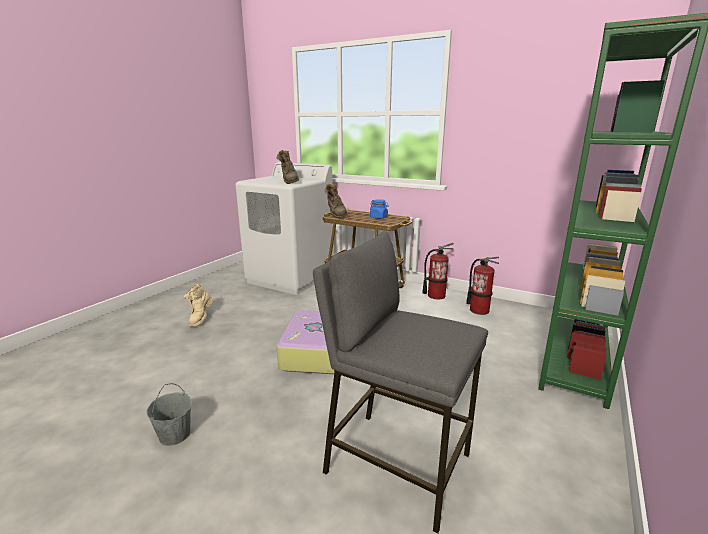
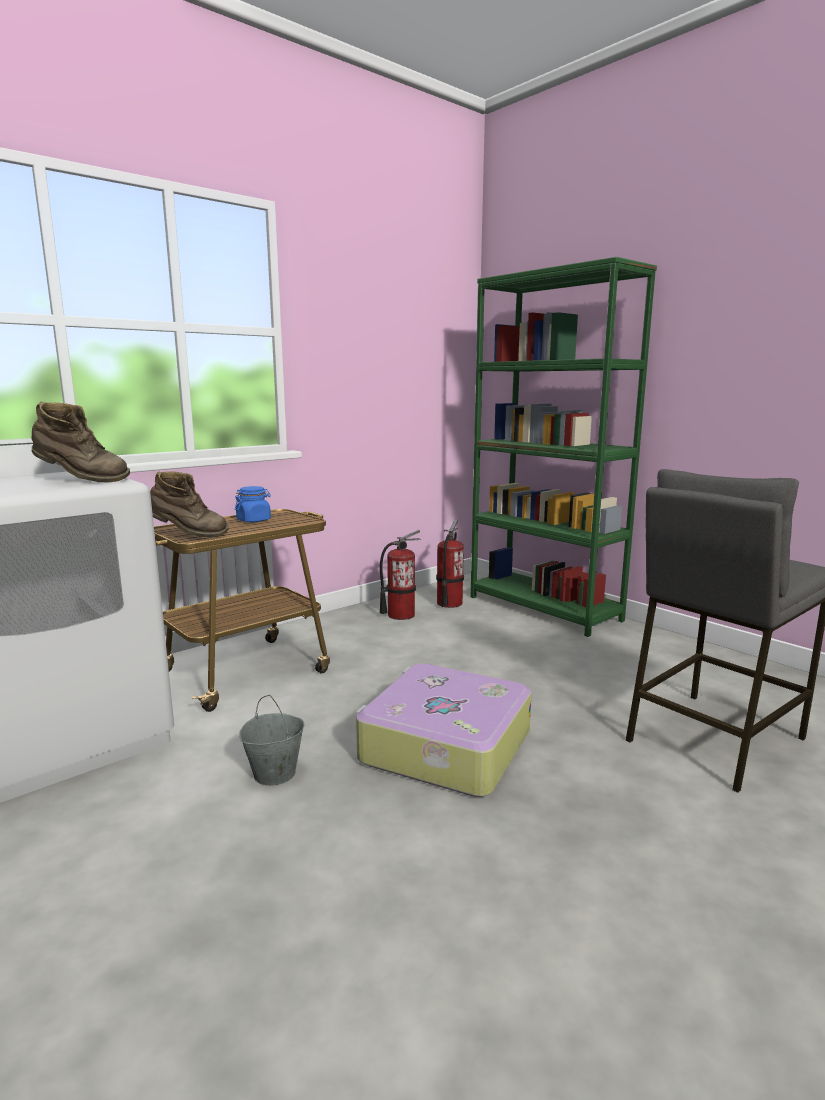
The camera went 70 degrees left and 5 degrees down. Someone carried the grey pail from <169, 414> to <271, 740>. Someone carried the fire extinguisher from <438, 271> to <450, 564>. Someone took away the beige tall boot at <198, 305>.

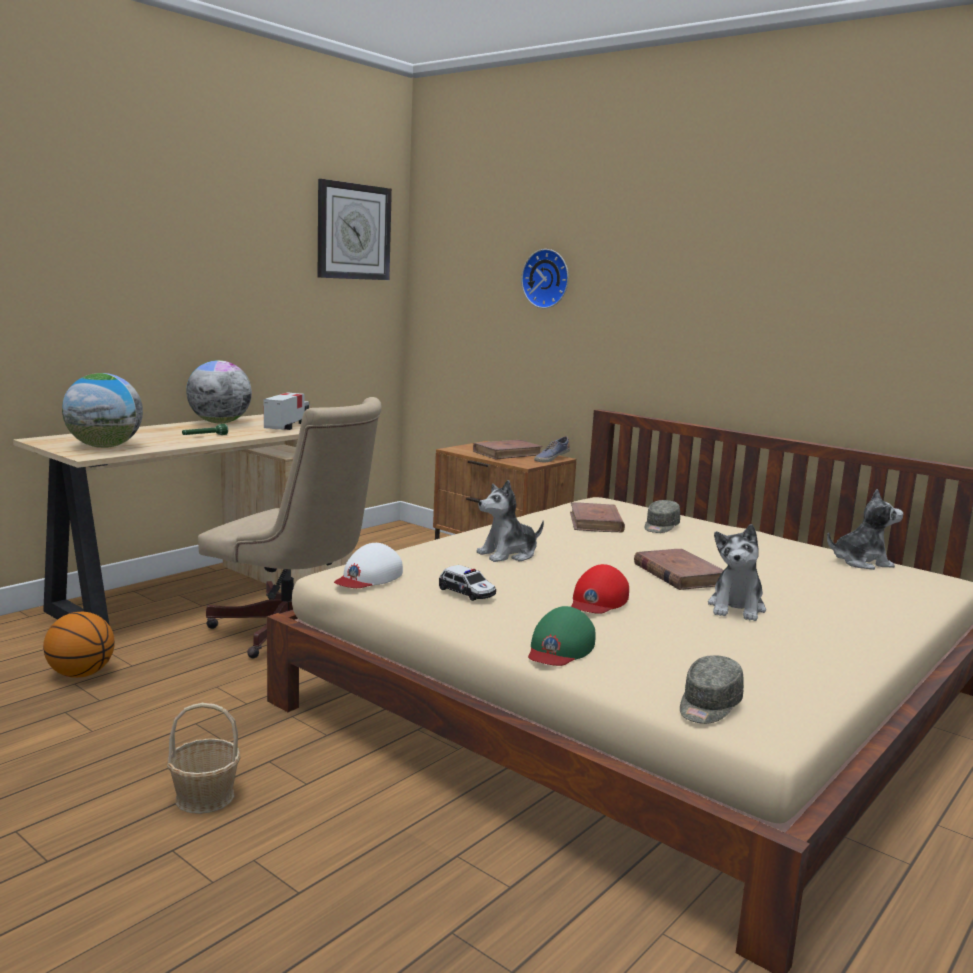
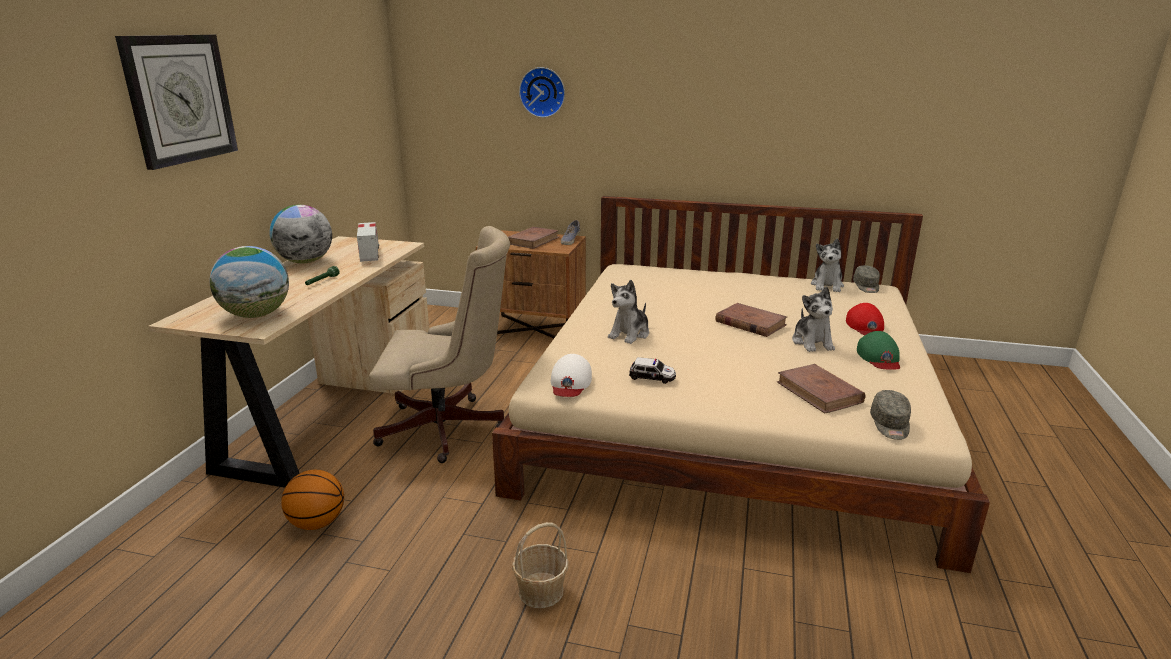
The camera went 25 degrees left and 10 degrees up. Someone carried the wall clock from <355, 229> to <176, 102>. Someone carried the brownish volume from <597, 517> to <821, 388>. Someone rotated the plush toy at <865, 529> by 135 degrees clockwise. Someone carried the red baseball cap from <600, 589> to <865, 319>. Someone carried the grey baseball cap from <662, 516> to <866, 279>. Someone carried the green-coloured baseball cap from <562, 636> to <878, 350>.

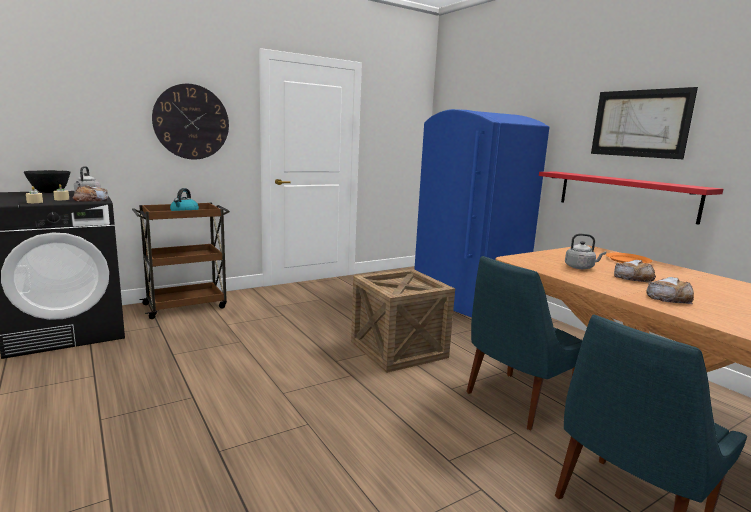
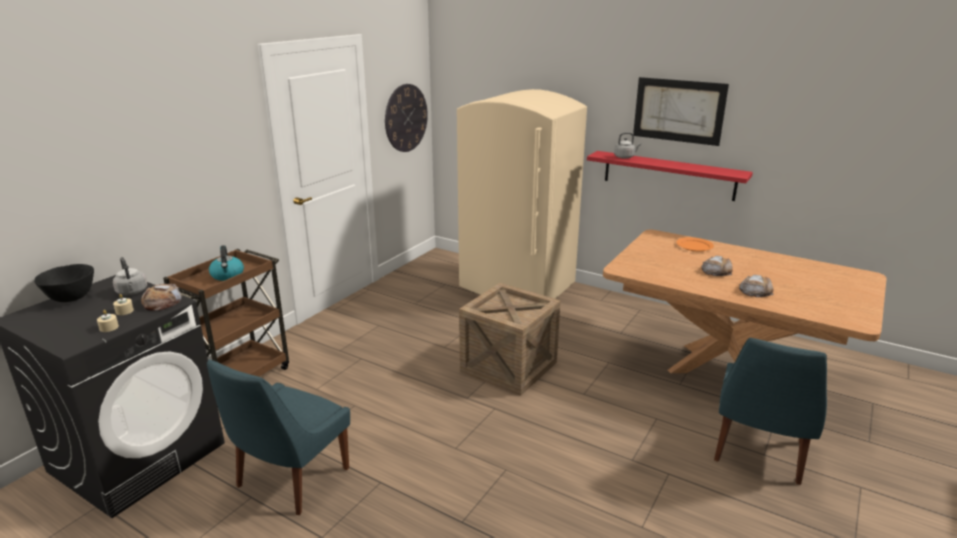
The camera went 25 degrees left and 10 degrees up. Someone carried the blue upright chair from <524, 343> to <278, 437>. Someone carried the wall clock from <190, 121> to <406, 118>. Someone repainted the blue refrigerator at <481, 213>, which became the beige refrigerator at <522, 194>. Someone carried the grey water kettle from <585, 251> to <627, 145>.

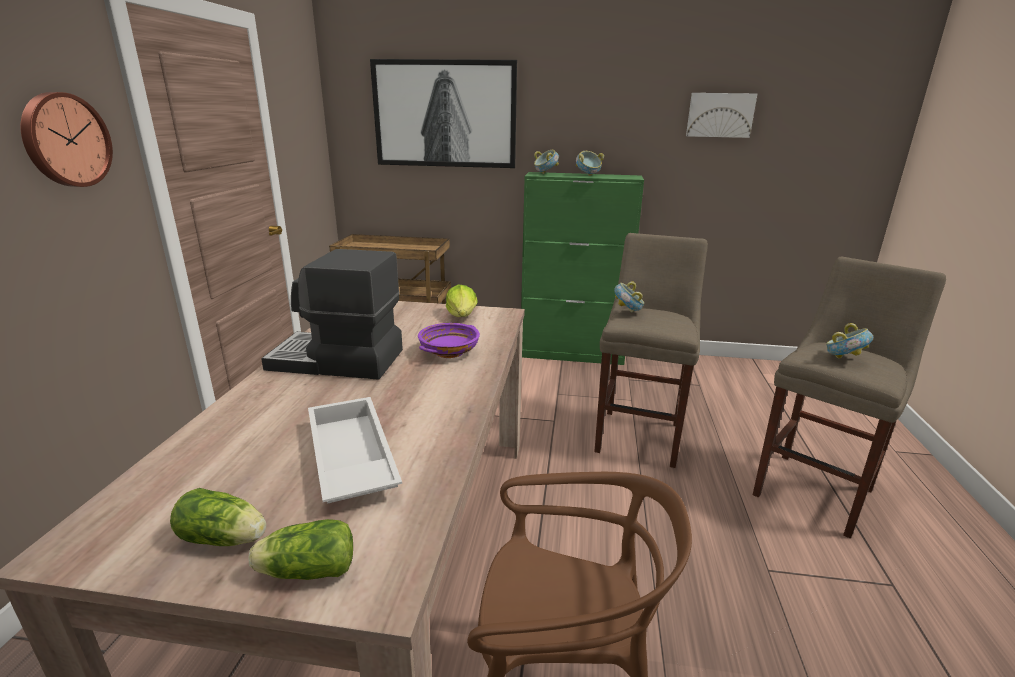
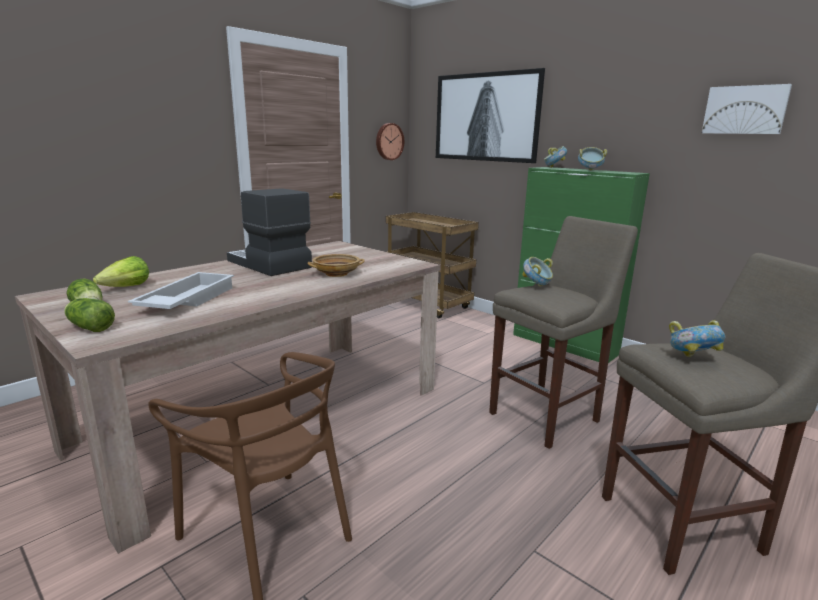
The camera went 35 degrees right and 5 degrees down. Someone carried the lettuce head from <462, 300> to <121, 271>. Someone repainted the purplish serving bowl at <449, 340>, which became the beige serving bowl at <336, 265>. Someone carried the wall clock from <66, 139> to <390, 141>.

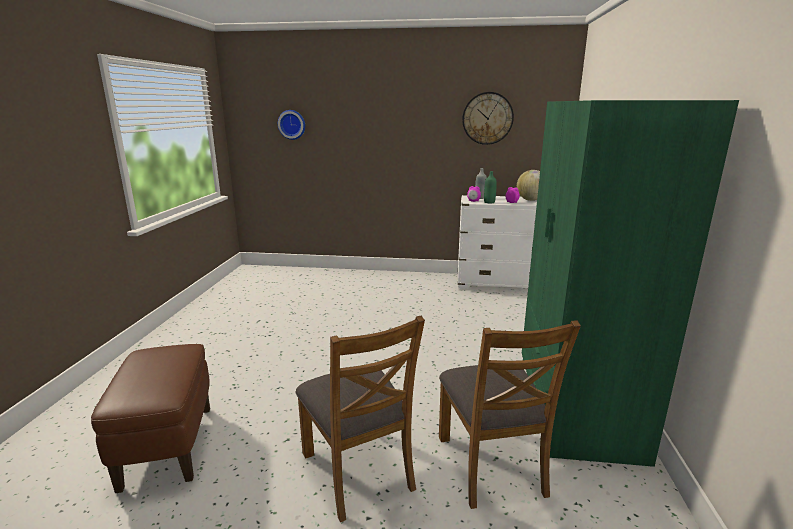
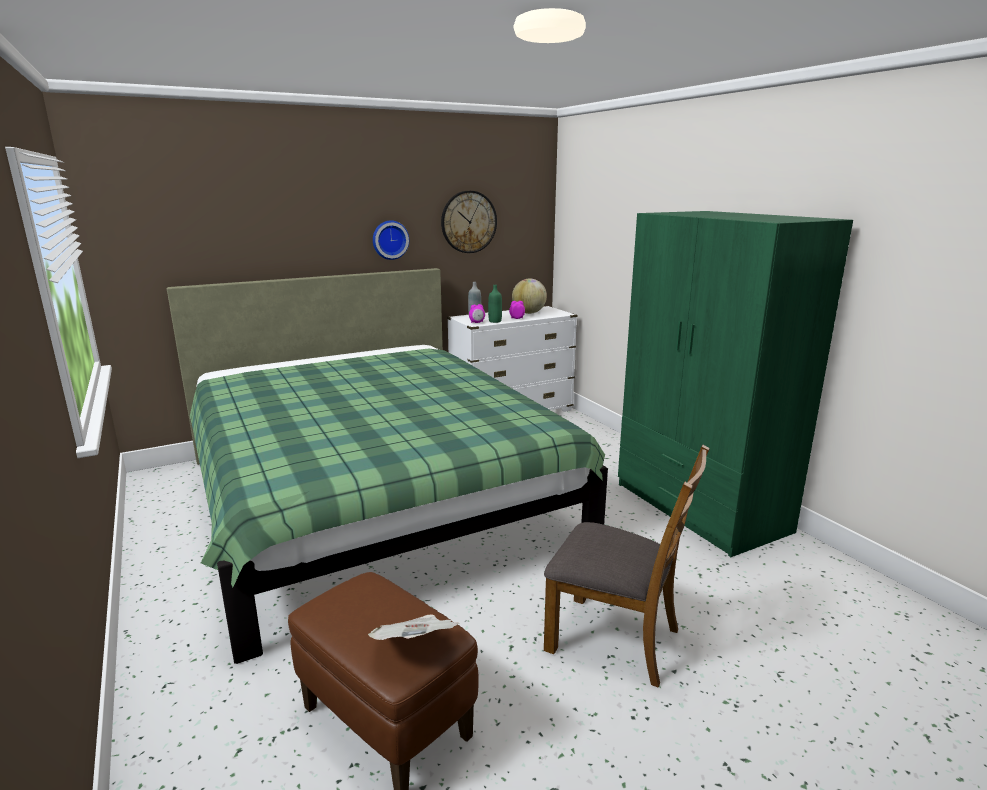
The camera went 35 degrees left and 0 degrees up. Someone put down the green-coloured bedroom bed at <387, 466>. Someone put down the newspaper at <413, 627>. Someone carried the wall clock from <291, 125> to <391, 240>. Someone took away the brownish upright chair at <510, 414>.

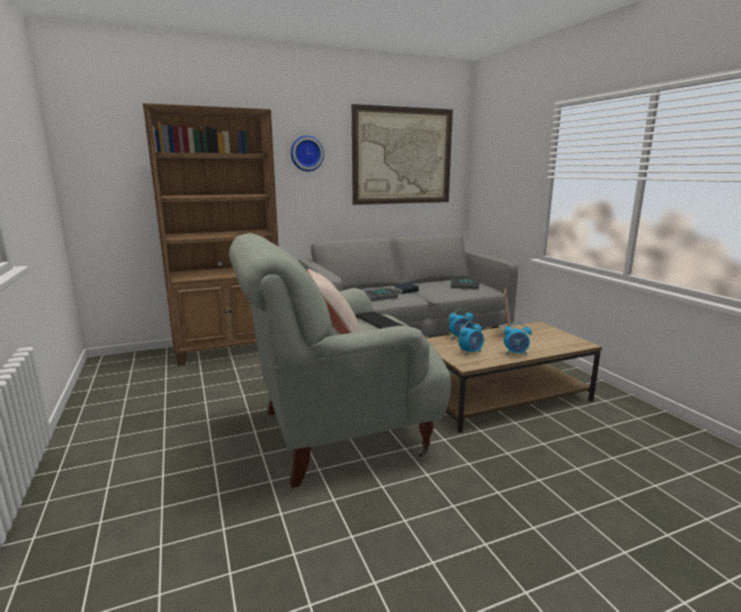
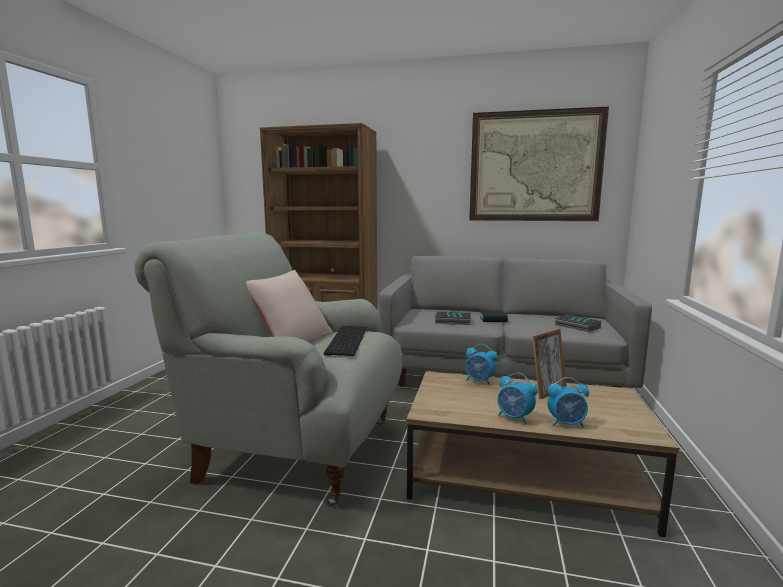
The camera went 35 degrees right and 5 degrees down. Someone carried the table clock from <471, 338> to <568, 402>. Someone took away the wall clock at <307, 154>.

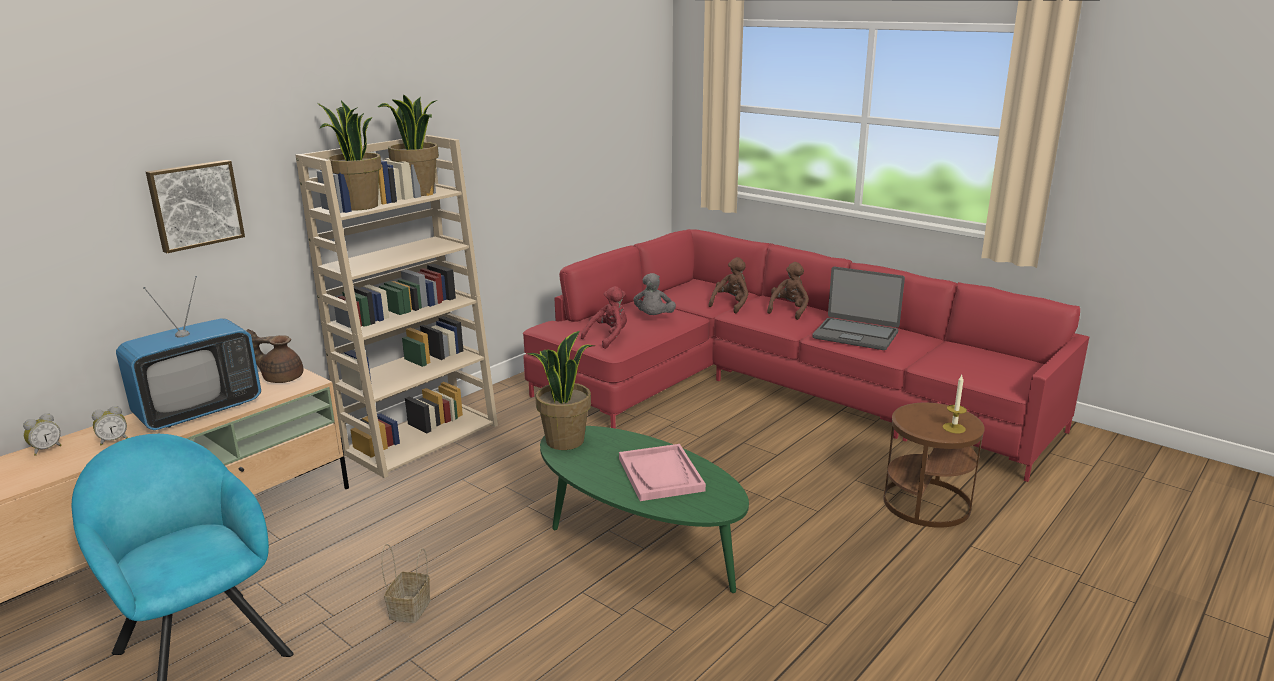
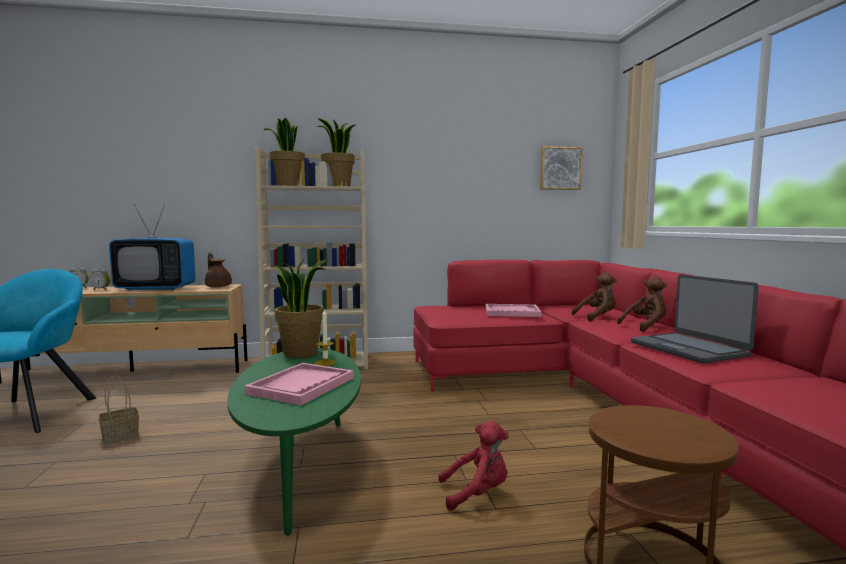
The camera went 40 degrees right and 15 degrees down. Someone carried the wax light from <955, 404> to <325, 338>. Someone carried the red plush toy from <604, 317> to <473, 465>. Someone swapped the grey plush toy at <655, 294> for the pink carrying tray at <514, 310>. Someone carried the wall art from <195, 206> to <561, 168>.

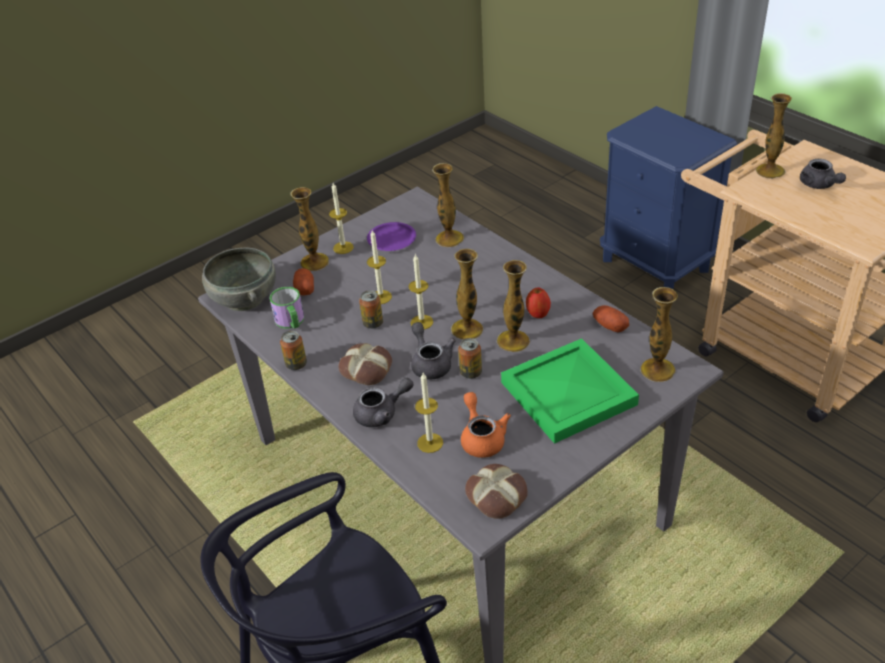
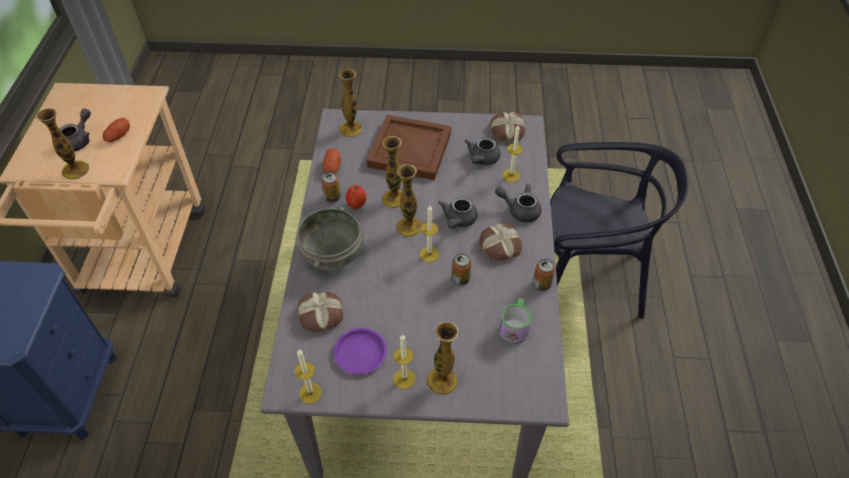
The camera went 140 degrees left and 10 degrees up. Someone carried the potato from <303, 282> to <116, 130>. Someone carried the wax light from <379, 267> to <308, 377>. Someone carried the grey serving bowl from <239, 279> to <330, 239>. Someone swapped the decorative vase at <448, 205> for the bread at <320, 311>. Someone carried the metal can from <470, 358> to <331, 187>. Someone repainted the green-coloured carrying tray at <570, 391>, which became the brownish carrying tray at <409, 147>. Someone repainted the orange-coloured teapot at <486, 425>, which became the grey teapot at <482, 151>.

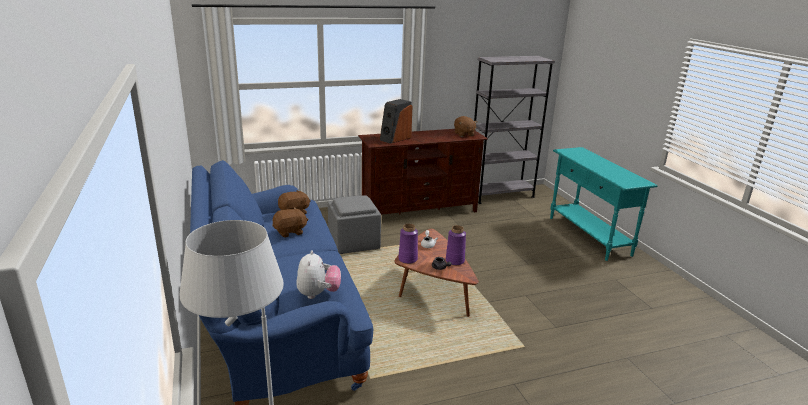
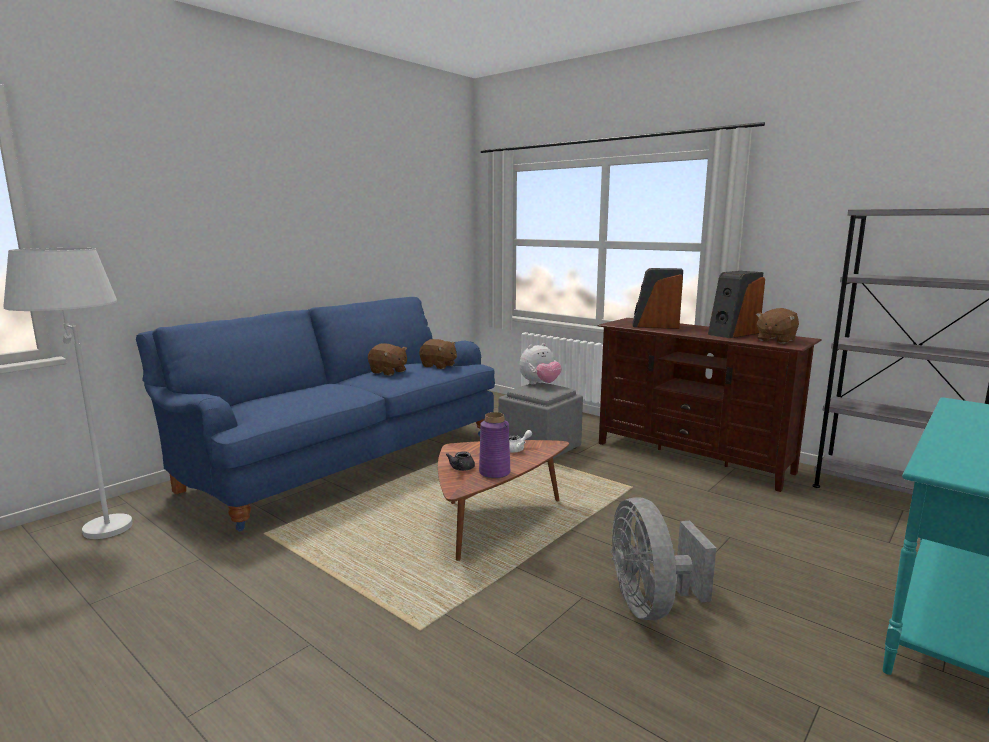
The camera went 60 degrees right and 10 degrees down. Someone carried the plush toy from <318, 274> to <540, 363>. Someone put down the grey fan at <663, 558>. Someone put down the audio speaker at <736, 304>. Someone took away the purplish decorative vase at <408, 244>.

